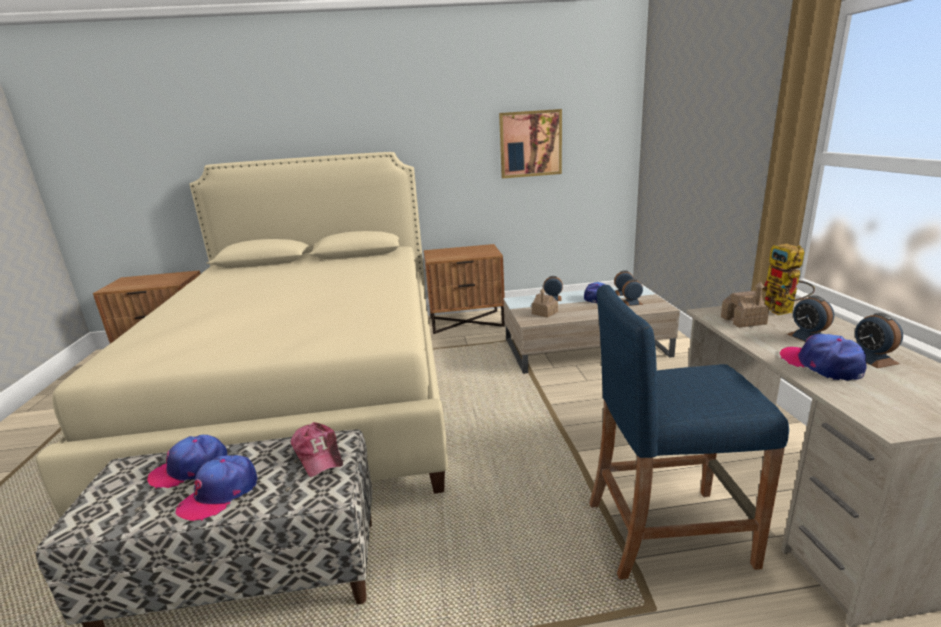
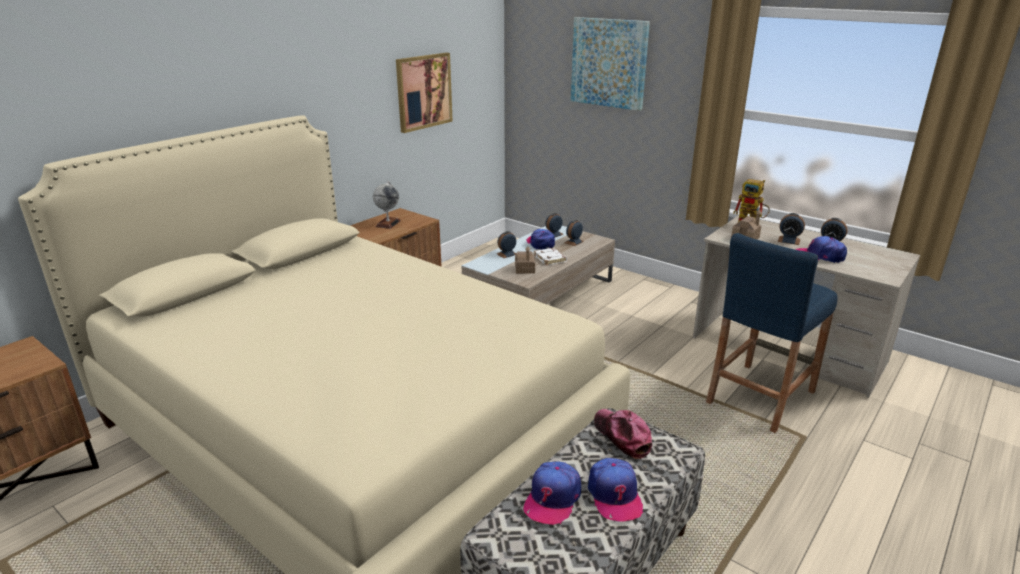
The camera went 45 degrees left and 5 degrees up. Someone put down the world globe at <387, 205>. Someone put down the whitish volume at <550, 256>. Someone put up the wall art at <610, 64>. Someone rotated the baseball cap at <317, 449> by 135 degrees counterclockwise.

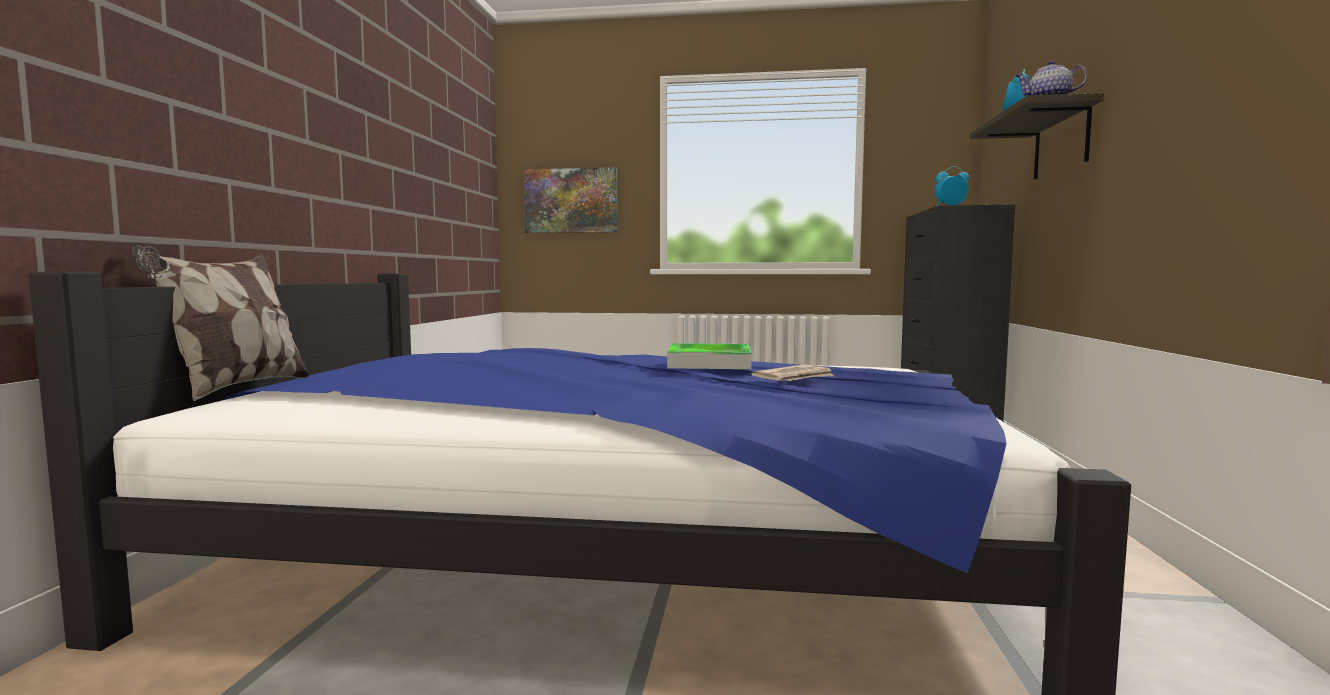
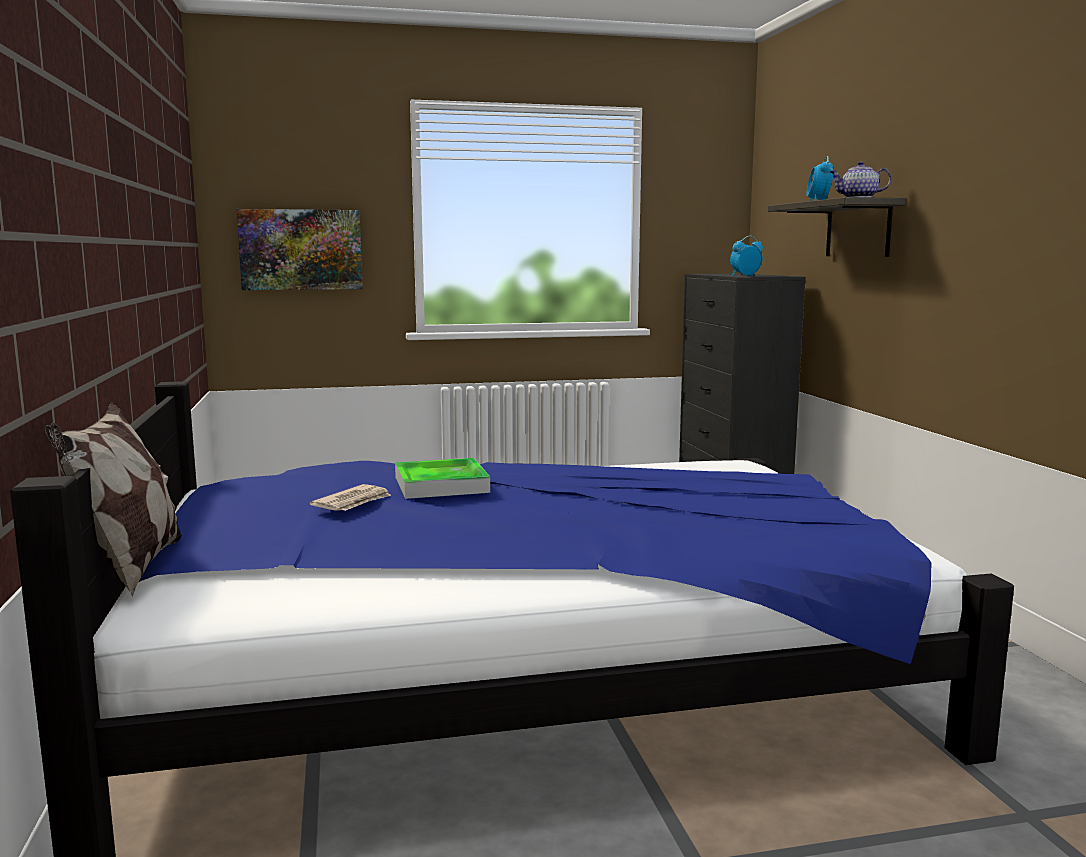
The camera went 20 degrees left and 5 degrees up. Someone carried the newspaper from <792, 372> to <350, 497>. Someone carried the carrying tray from <709, 356> to <442, 478>.

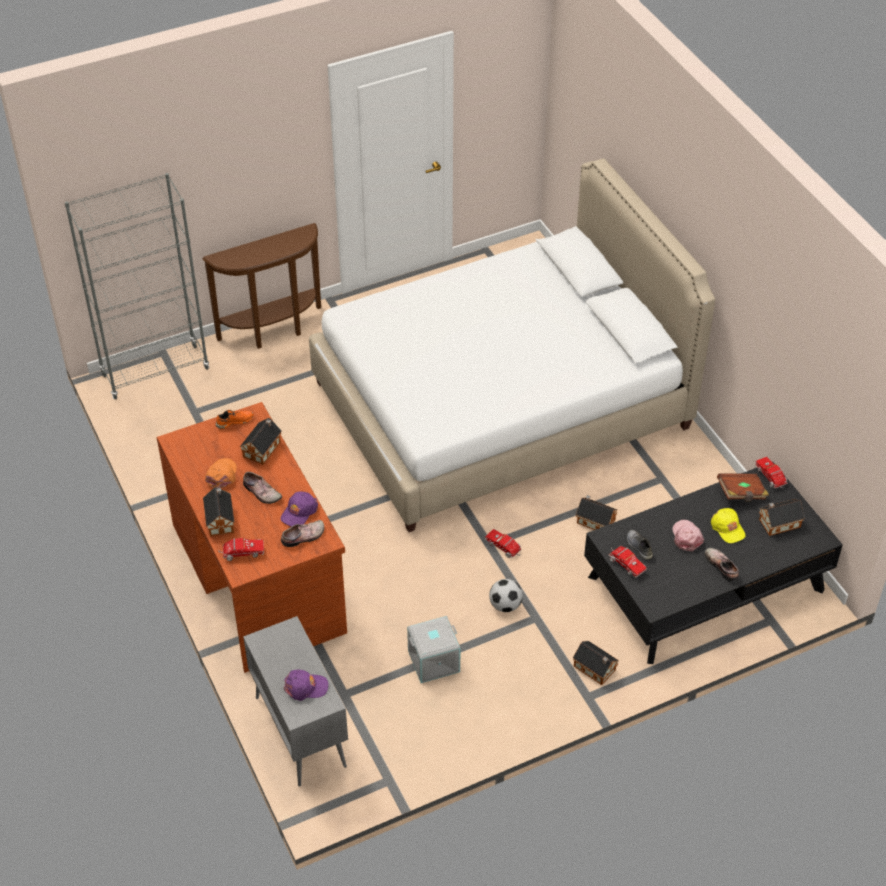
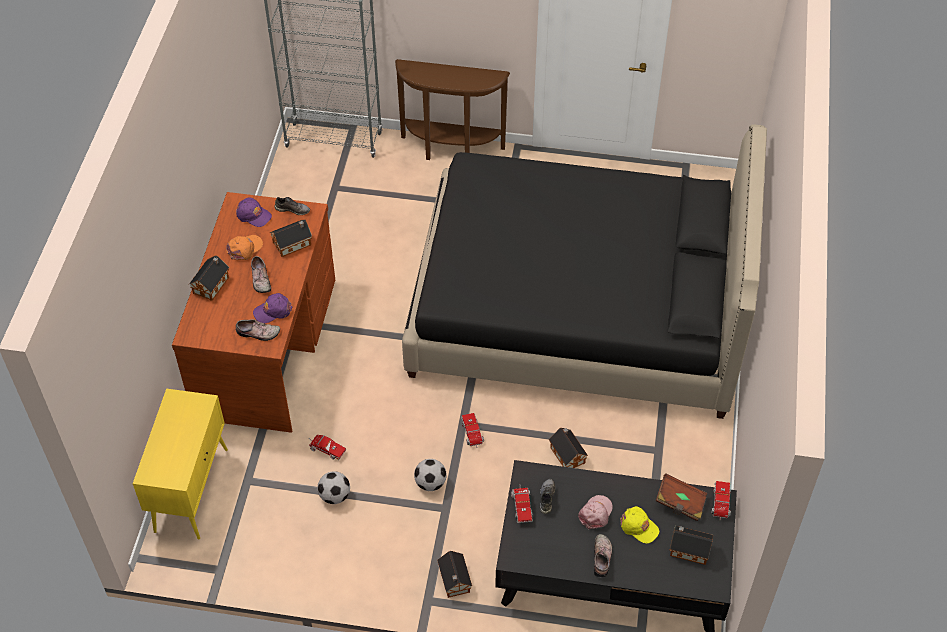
The camera went 35 degrees right and 5 degrees up. Someone repainted the grey storage cabinet at <295, 701>, which became the yellow storage cabinet at <180, 463>. Someone carried the purplish baseball cap from <306, 685> to <254, 212>. Someone repainted the orange-coloured item of footwear at <234, 419>, which became the grey item of footwear at <292, 206>. Someone carried the toy lorry from <241, 549> to <327, 447>. Someone swapped the grey storage bin at <434, 649> for the football ball at <333, 487>. Someone repainted the whitish bedroom bed at <512, 345>, which became the blackish bedroom bed at <584, 271>. Someone rotated the yellow baseball cap at <728, 525> by 60 degrees counterclockwise.

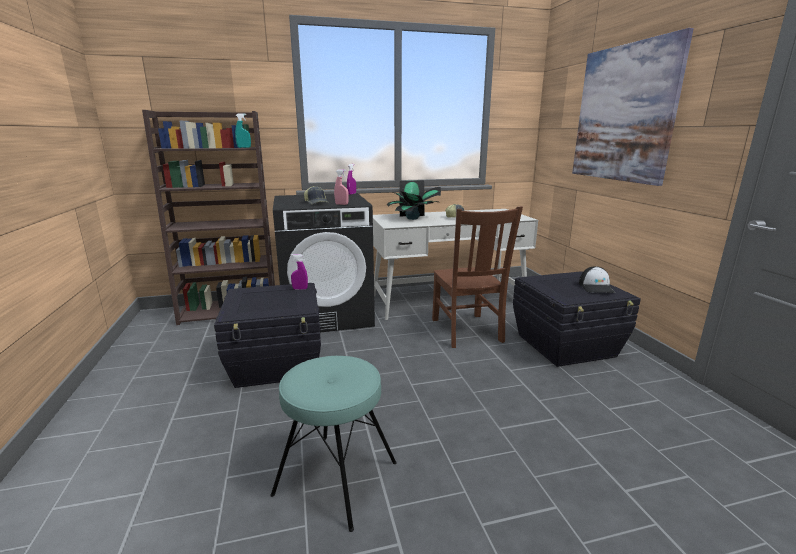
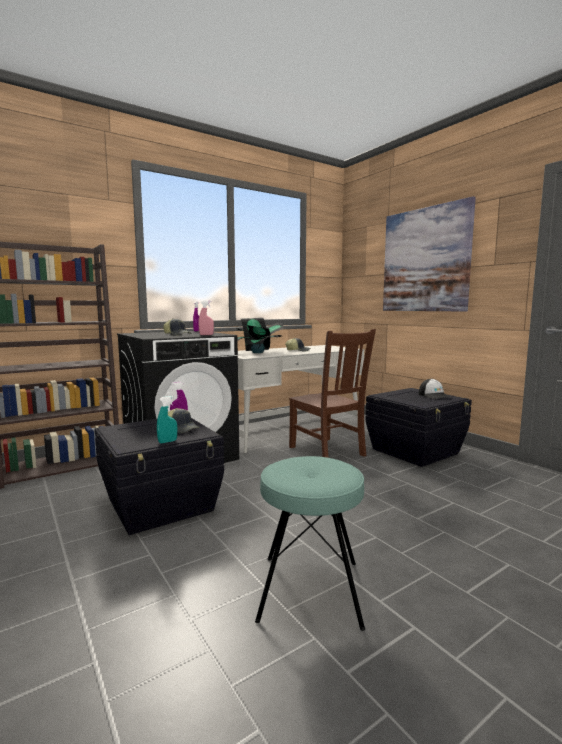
The camera went 20 degrees left and 10 degrees down. Someone carried the turquoise spray bottle from <243, 130> to <167, 419>. Someone put down the baseball cap at <183, 420>.

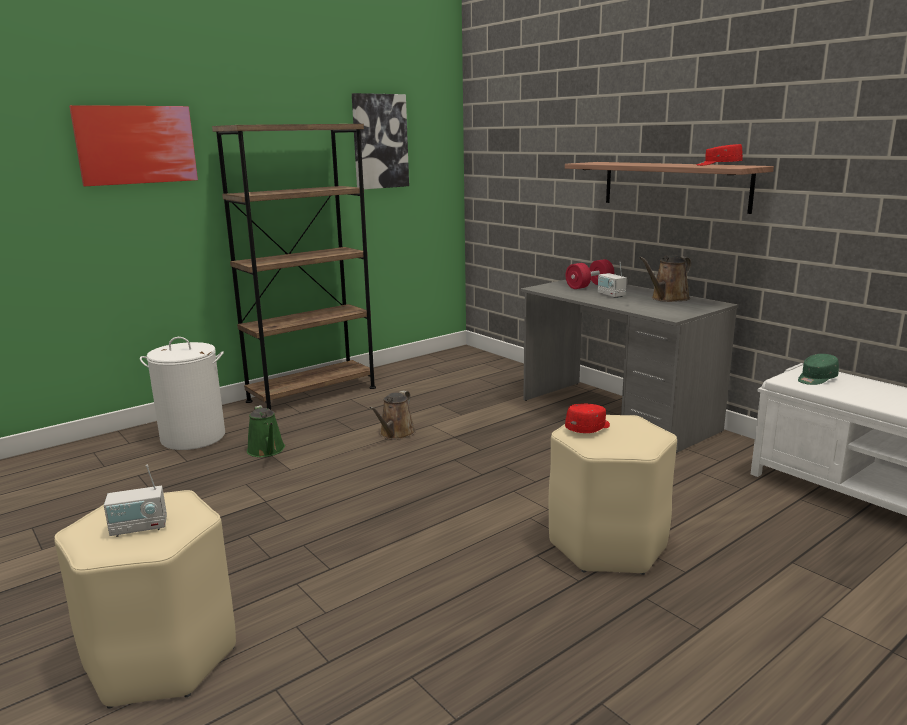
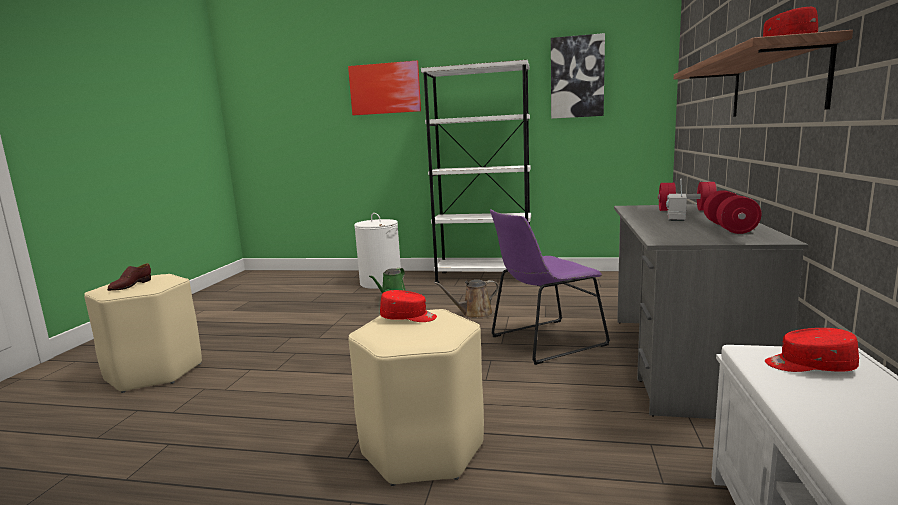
The camera went 50 degrees right and 5 degrees down. Someone swapped the radio set at <135, 501> for the brownish item of footwear at <129, 277>. Someone repainted the brownish bookcase at <294, 267>, which became the whitish bookcase at <476, 172>. Someone put down the purplish upright chair at <550, 287>. Someone swapped the brownish watering can at <665, 278> for the red hand weight at <732, 212>. Someone repainted the green-coloured baseball cap at <818, 369>, which became the red baseball cap at <812, 350>.

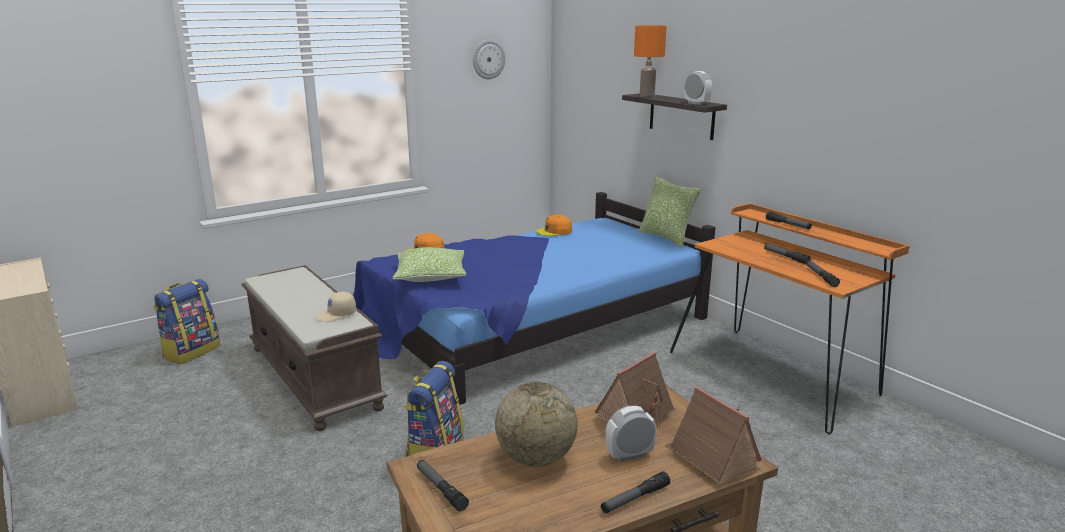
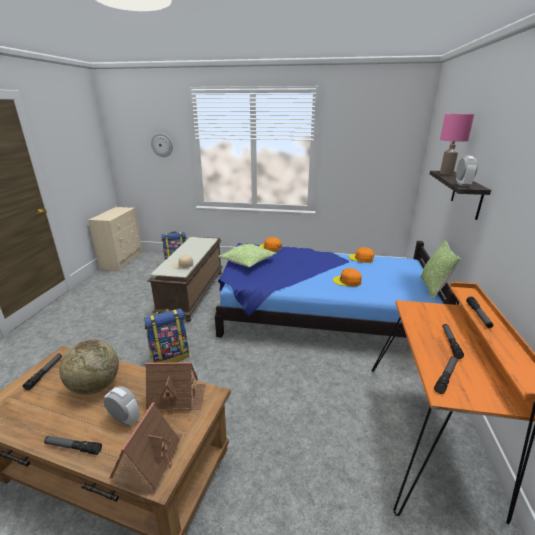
The camera went 45 degrees right and 5 degrees up. Someone carried the wall clock from <489, 59> to <162, 145>. Someone put down the orange-coloured baseball cap at <347, 277>. Someone repainted the orange-coloured lamp for a table at <650, 61>, which became the pink lamp for a table at <457, 144>.

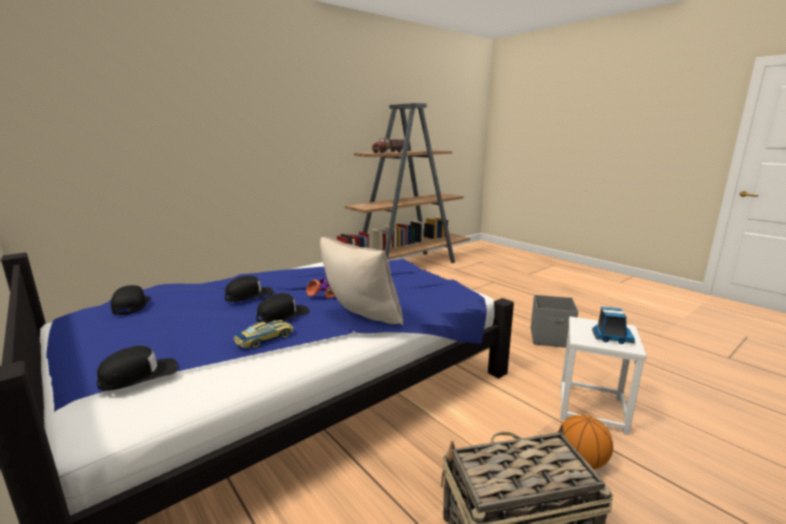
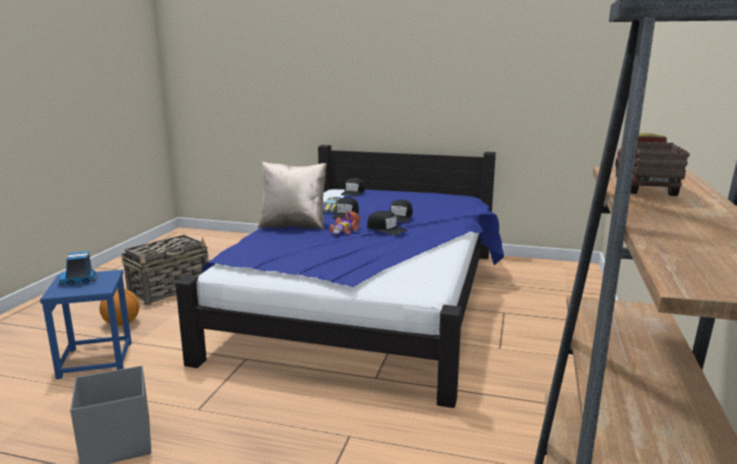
The camera went 145 degrees right and 0 degrees up. Someone repainted the whitish stool seat at <603, 376>, which became the blue stool seat at <86, 324>. Someone carried the blackish baseball cap from <131, 300> to <387, 223>.

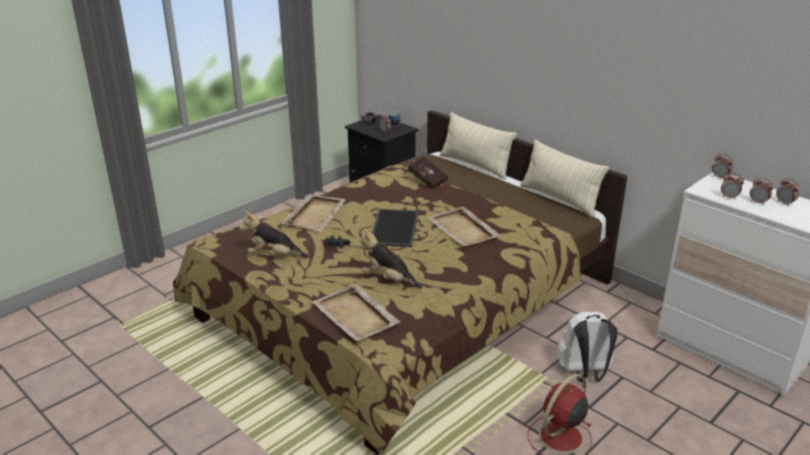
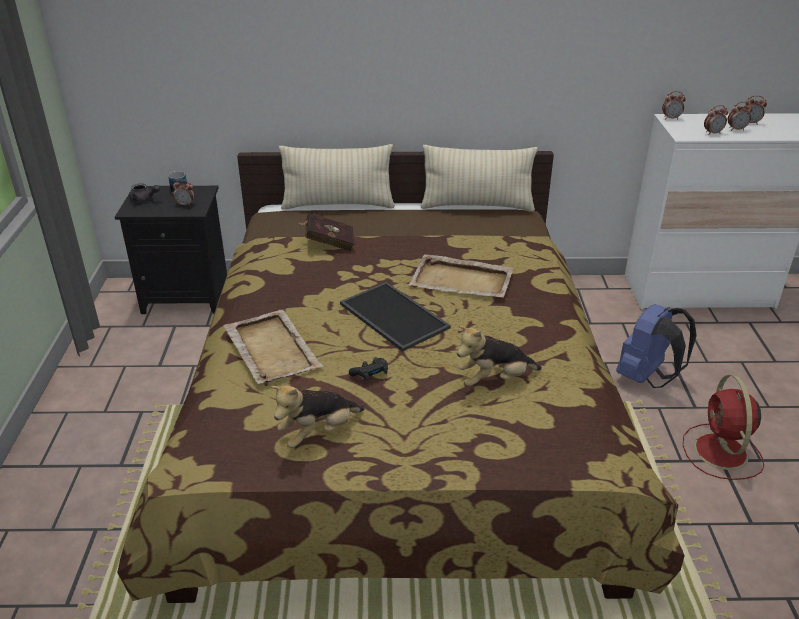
The camera went 45 degrees left and 5 degrees up. Someone repainted the whitish backpack at <587, 347>, which became the blue backpack at <656, 346>. Someone took away the beige carrying tray at <356, 312>.

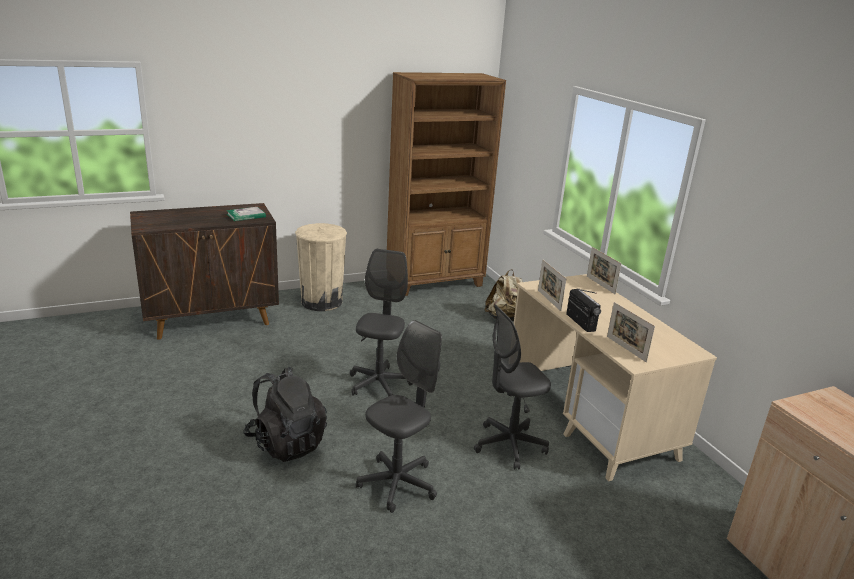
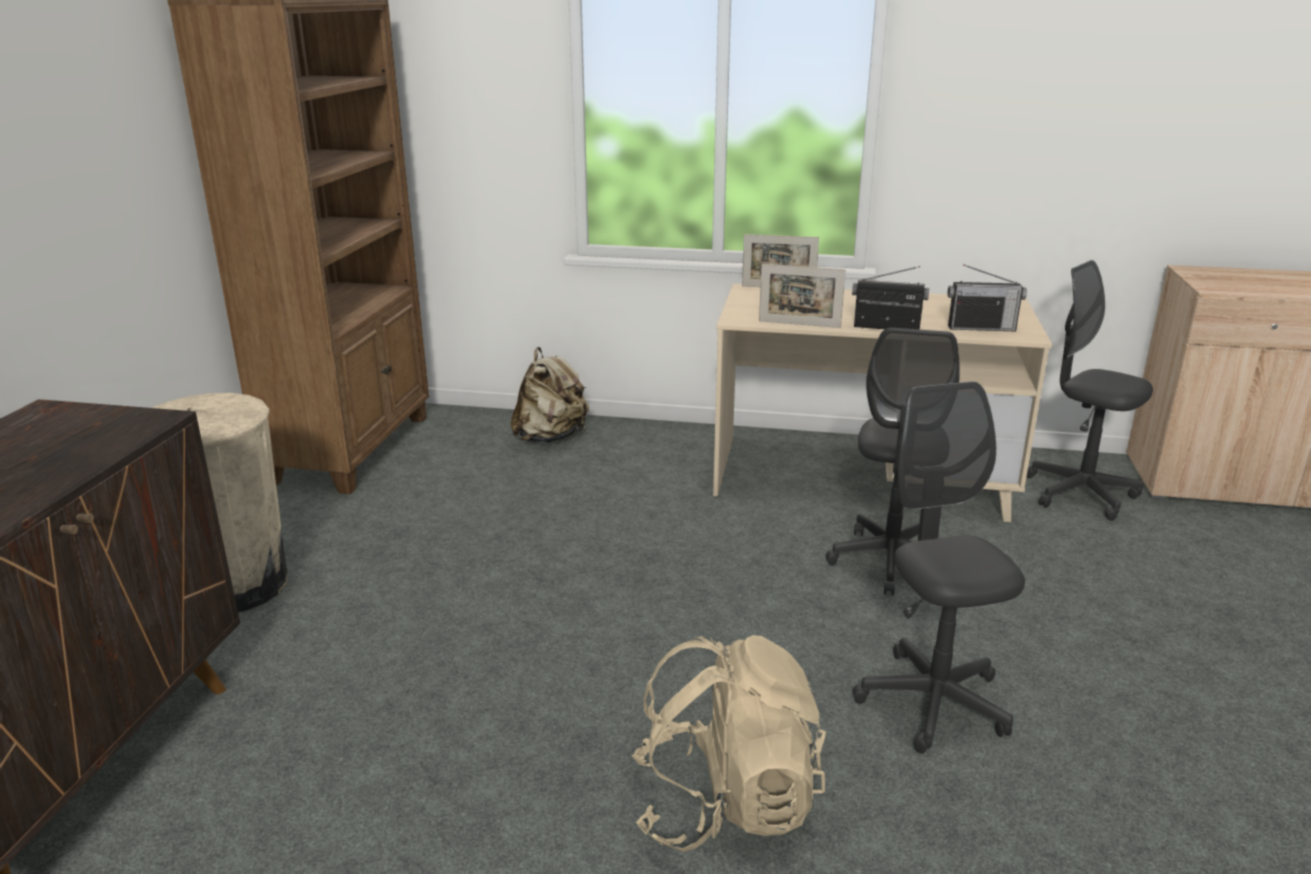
The camera went 55 degrees left and 0 degrees up. Someone repainted the blackish backpack at <285, 414>, which became the beige backpack at <728, 743>. Someone swapped the photo frame at <631, 332> for the radio set at <987, 297>. Someone carried the grey computer chair from <381, 323> to <1090, 390>. Someone took away the volume at <246, 214>.

